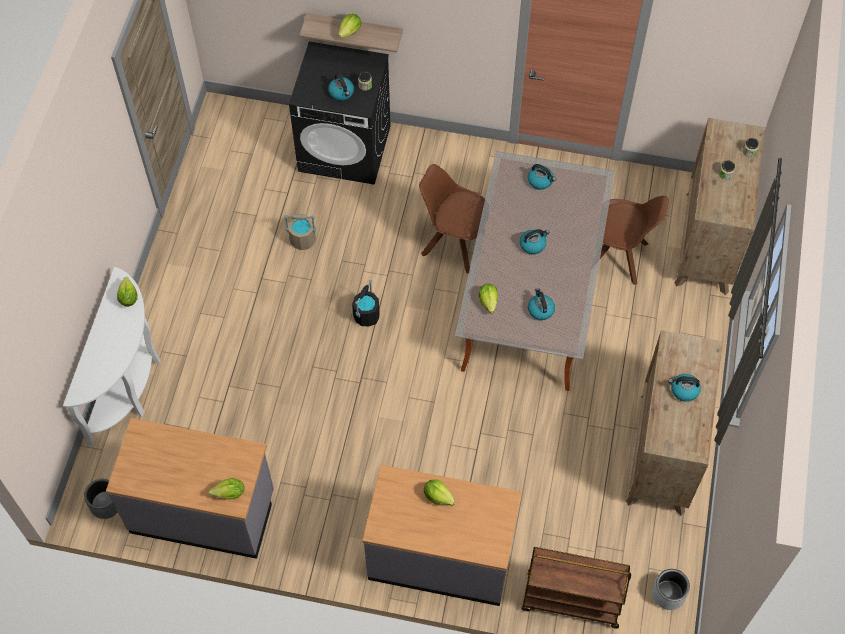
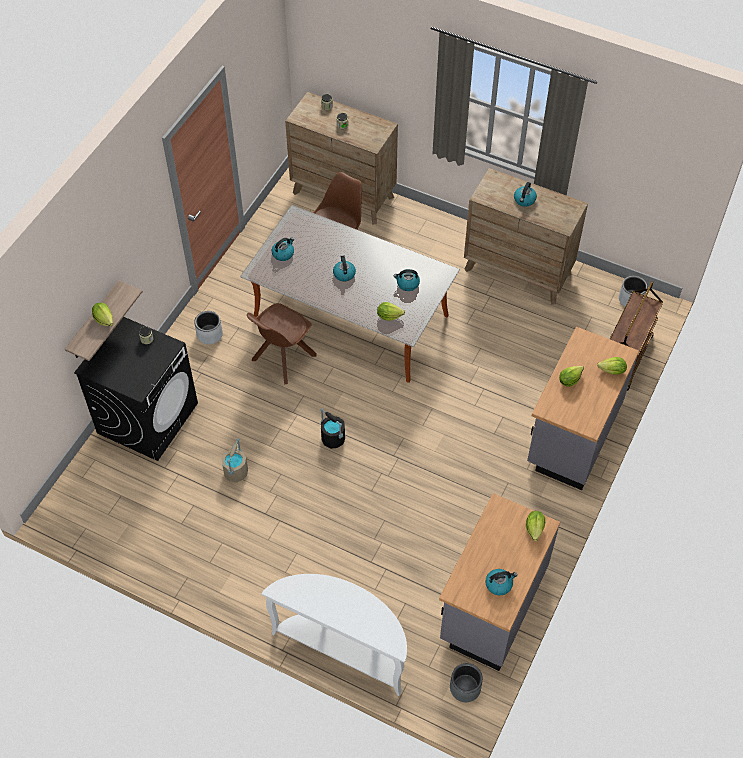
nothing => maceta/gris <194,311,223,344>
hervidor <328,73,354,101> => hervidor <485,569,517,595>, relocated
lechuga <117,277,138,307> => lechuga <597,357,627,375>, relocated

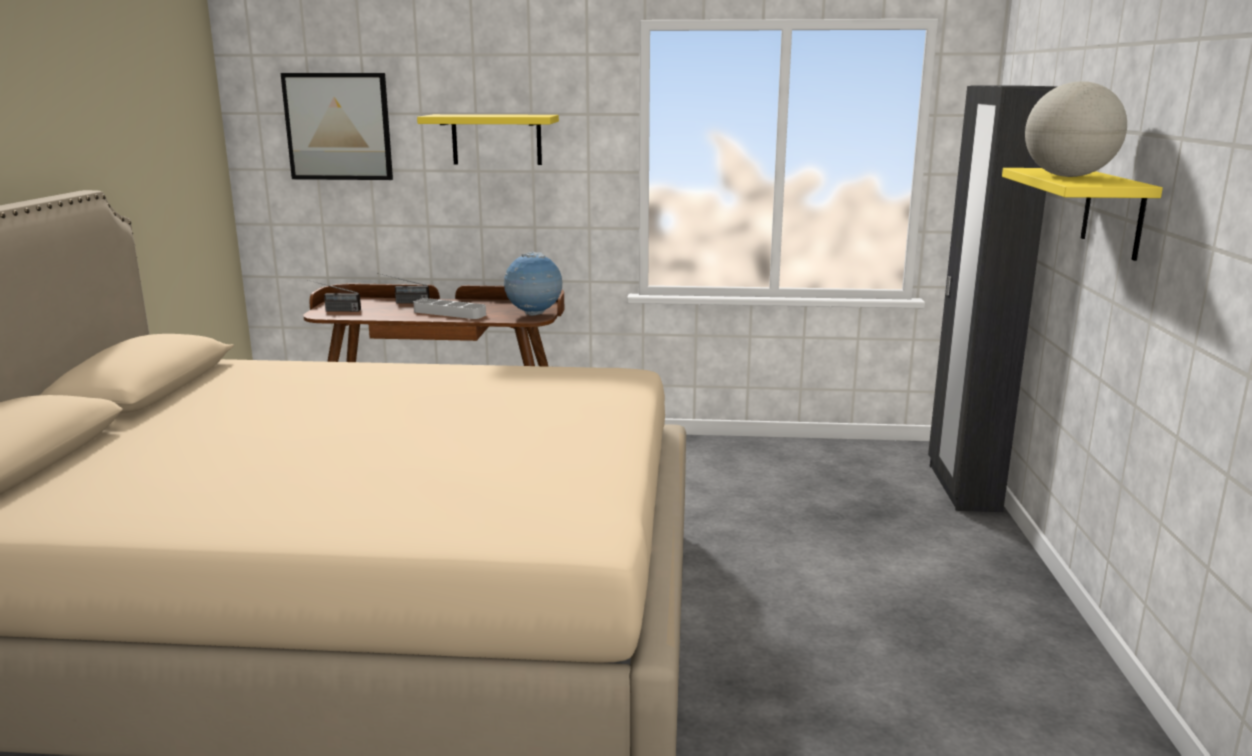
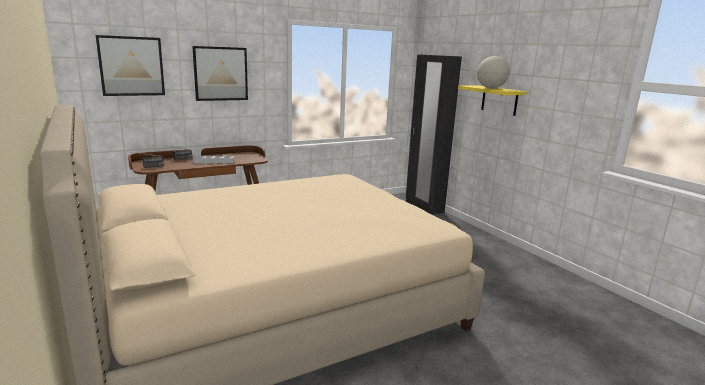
estante/amarillo <417,114,559,165> => cuadro <192,46,248,101>
globo terráqueo <504,252,562,316> => nothing

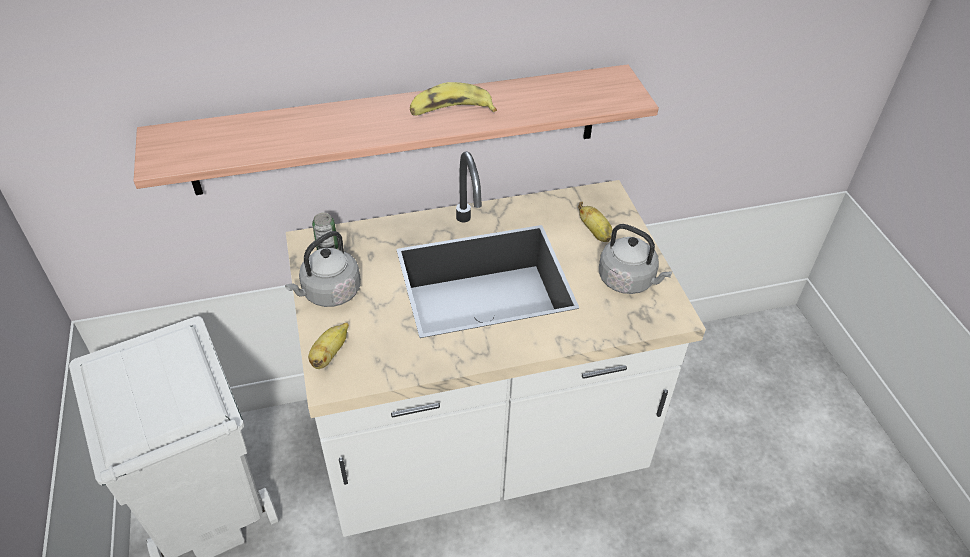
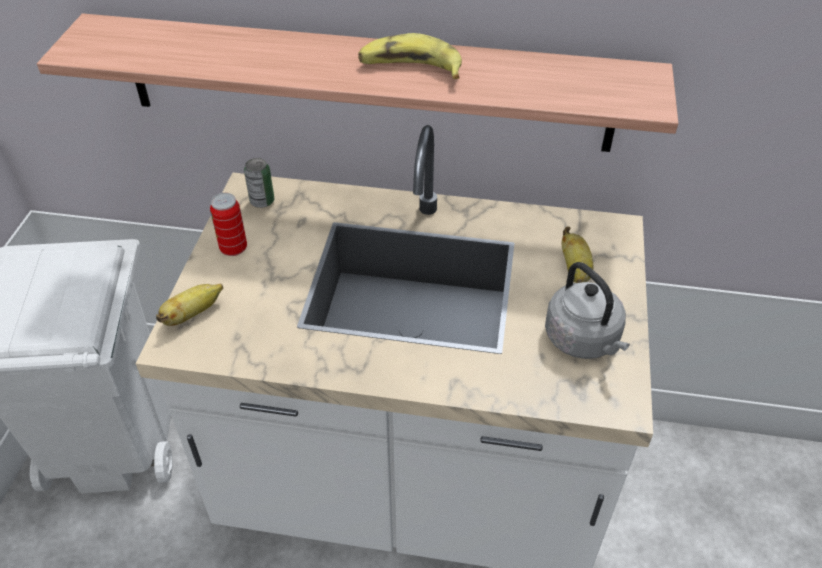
hervidor/gris <285,231,361,307> => lata <210,193,247,256>

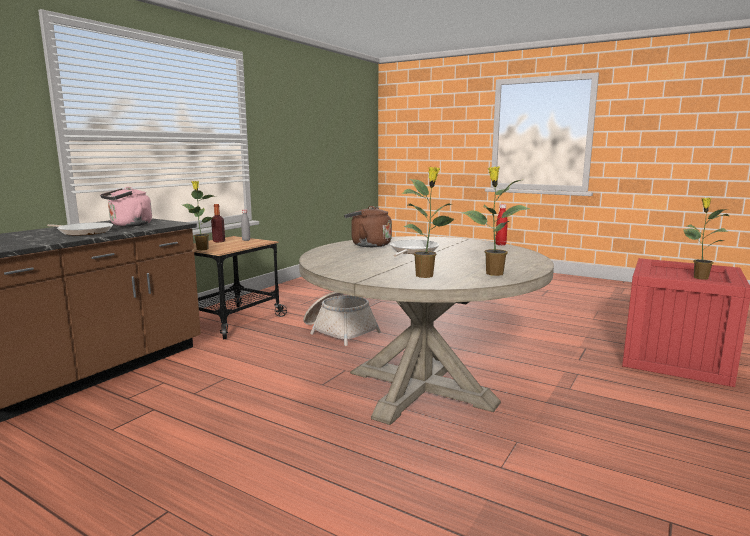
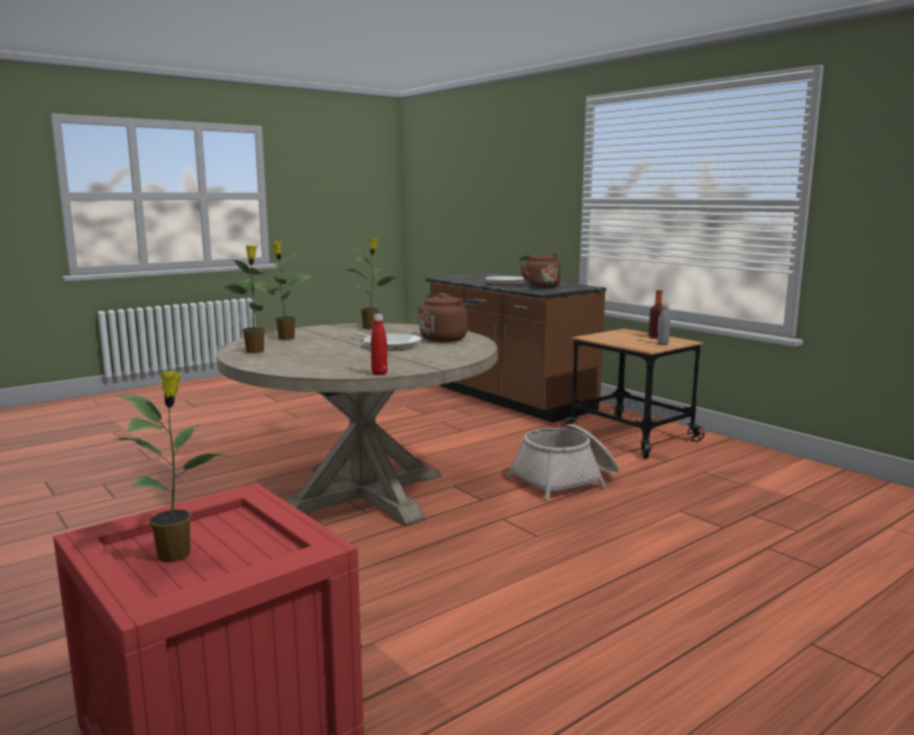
planta en maceta <183,181,216,250> => planta en maceta <346,238,398,330>, relocated
hervidor/rosa <100,187,152,226> => hervidor/marrón <520,252,561,288>

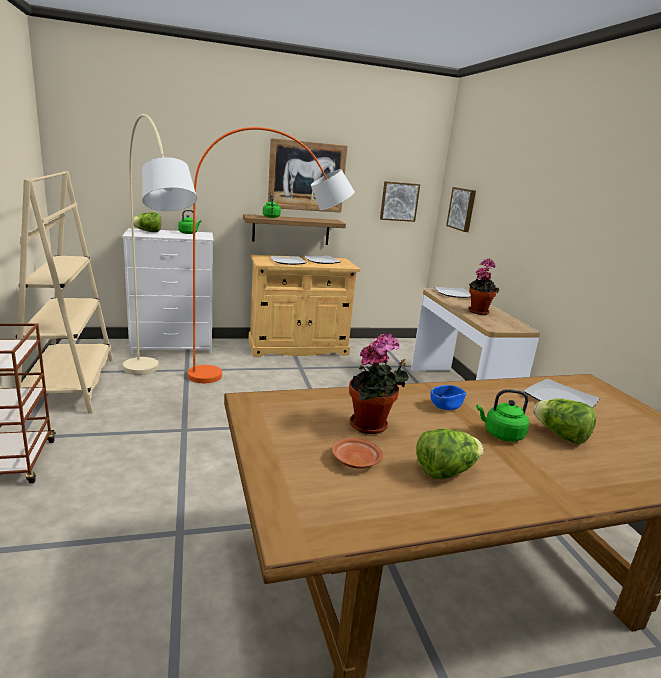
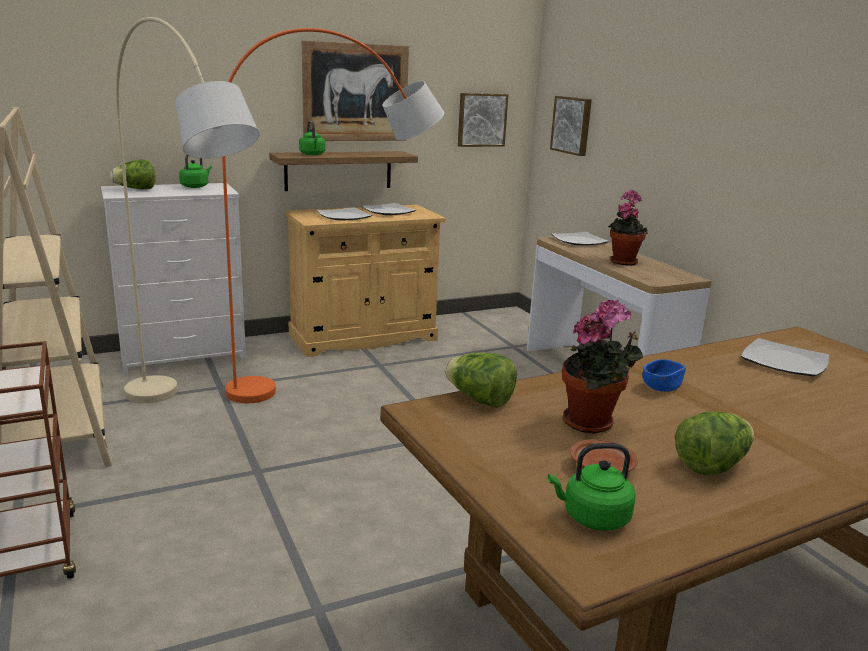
lechuga <533,399,596,445> => lechuga <445,352,517,408>, relocated
hervidor/verde <476,389,529,442> => hervidor/verde <548,443,636,531>, relocated

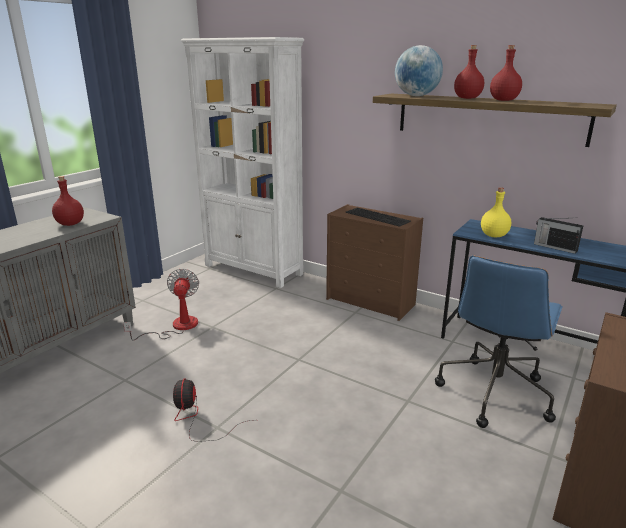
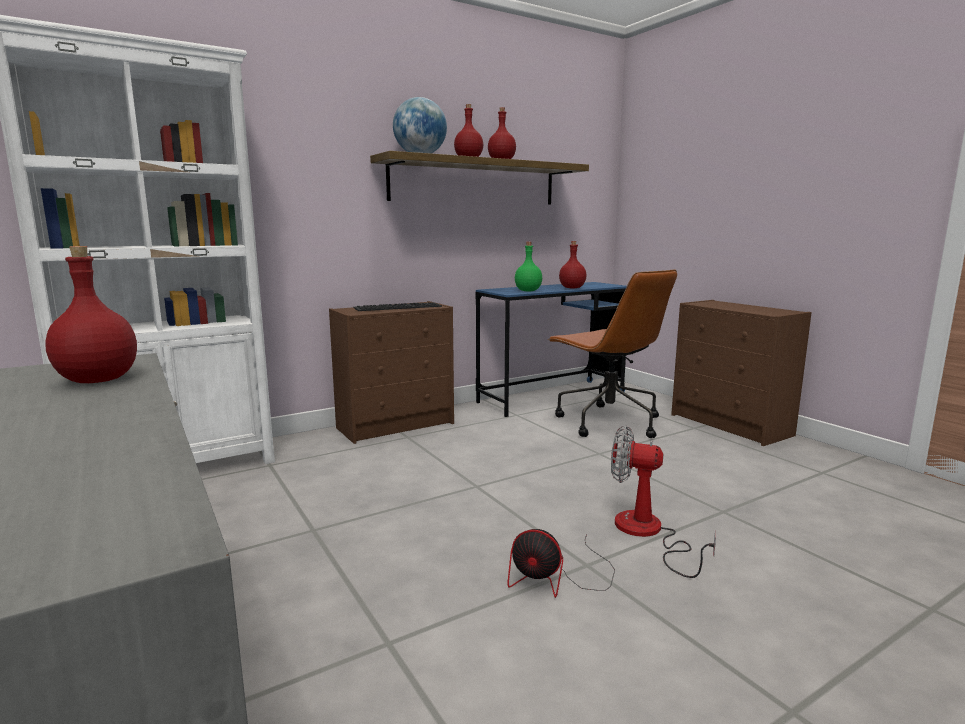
botella/amarillo <481,187,511,238> => botella/verde <515,242,542,291>
silla de oficina/azul <435,255,563,428> => silla de oficina/marrón <548,269,677,438>
radio <534,217,583,254> => botella/rojo <559,241,586,289>
ventilador <123,269,199,341> => ventilador <611,426,716,578>, relocated

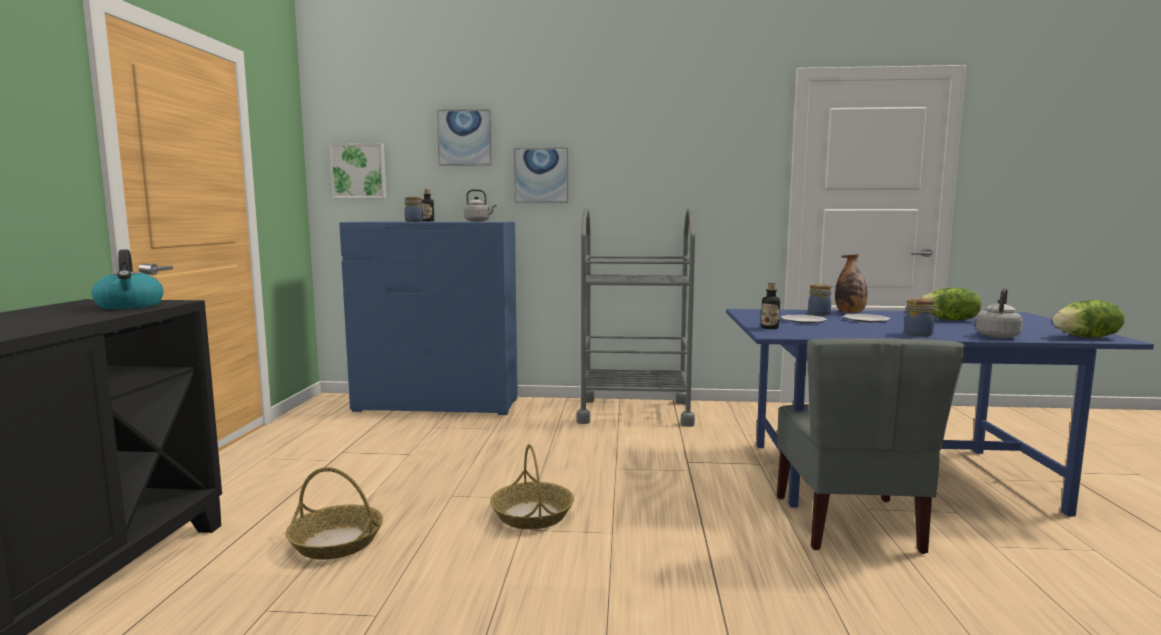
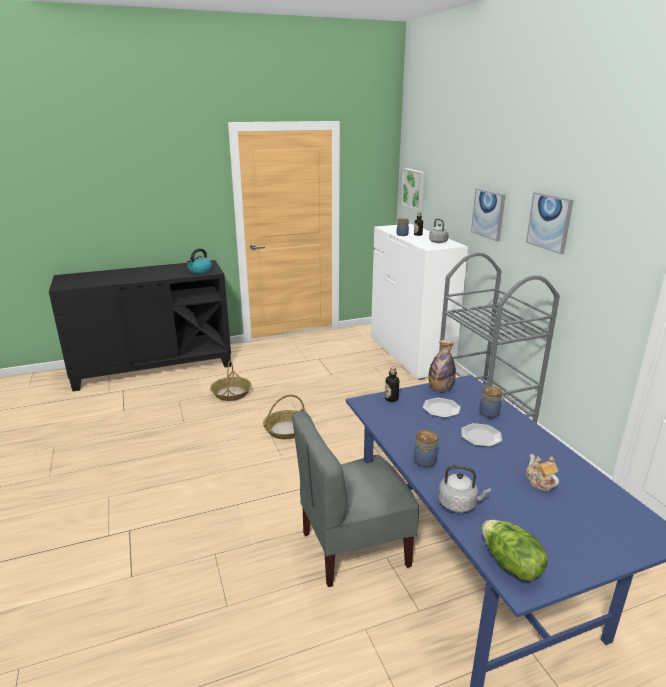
cómoda/azul <339,222,518,415> => cómoda/blanco <371,224,468,380>
botella <835,254,868,313> => botella <429,340,456,391>, relocated
cuadro <437,109,492,166> => cuadro <526,192,573,254>, relocated
lechuga <921,288,981,320> => tetera <526,454,559,491>

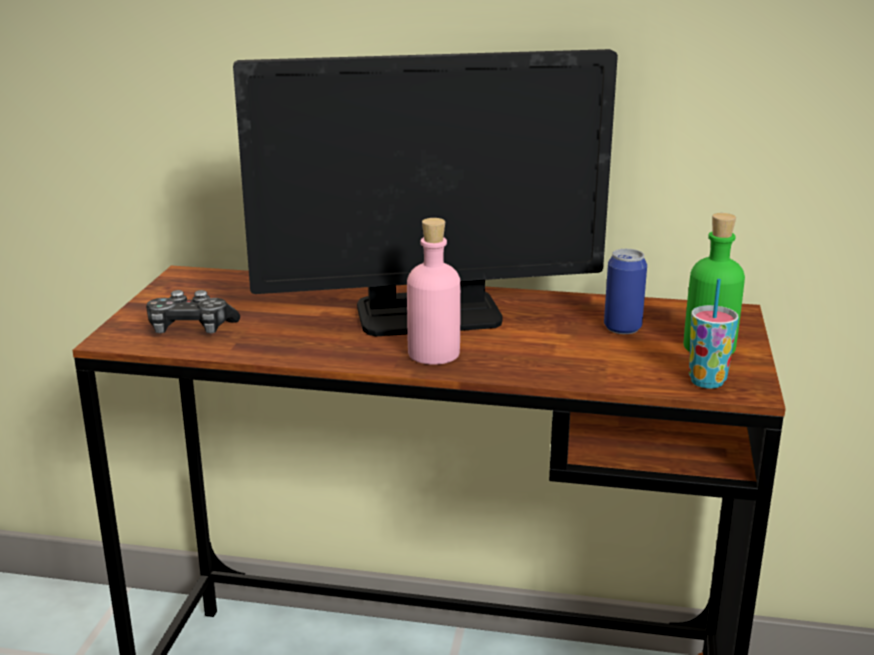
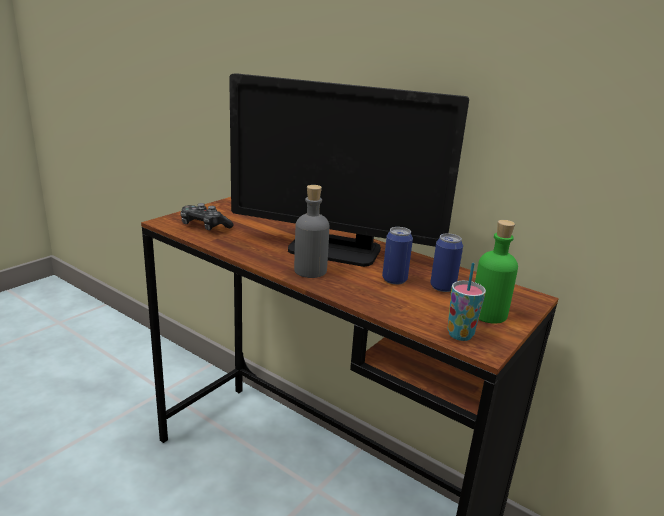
botella/rosa <407,218,461,365> => botella/gris <294,185,330,278>
nothing => lata <382,227,413,284>

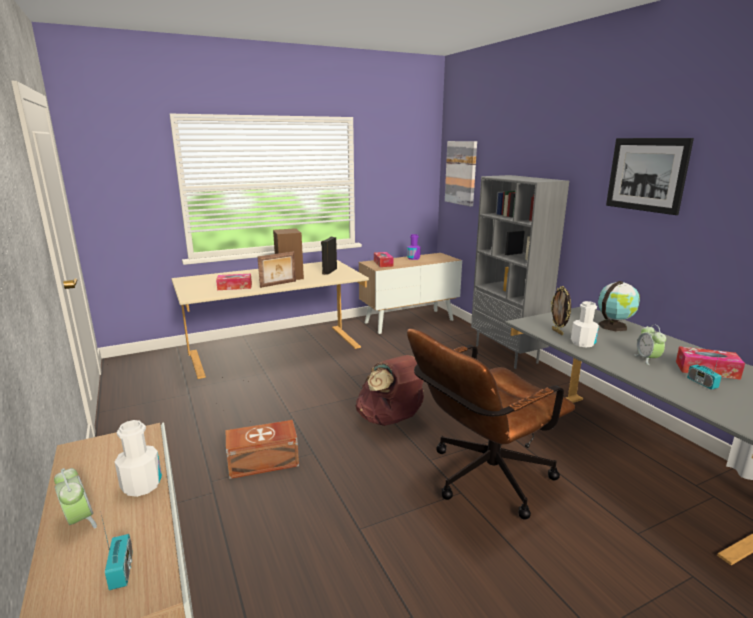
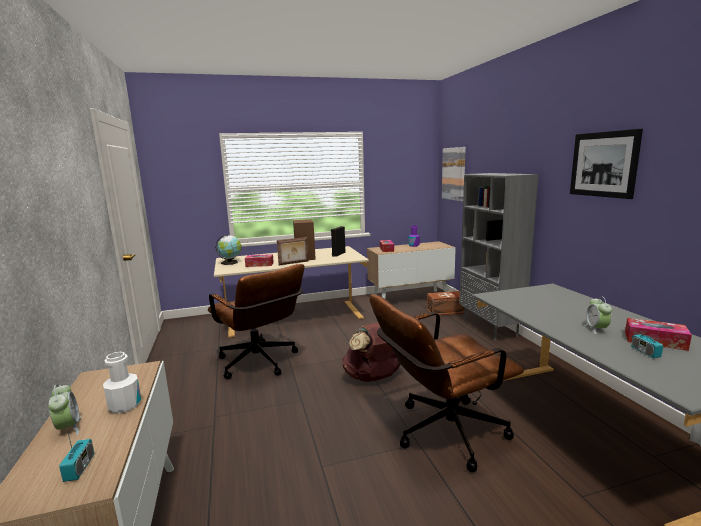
nothing => silla de oficina/marrón <208,264,305,379>
globo terráqueo <598,281,640,332> => globo terráqueo <216,235,242,265>, relocated
caja de almacenaje/marrón <226,420,299,479> => caja de almacenaje/marrón <427,291,467,316>, relocated
portarretratos <551,286,571,335> => nothing
botella/blanco <571,301,599,347> => nothing

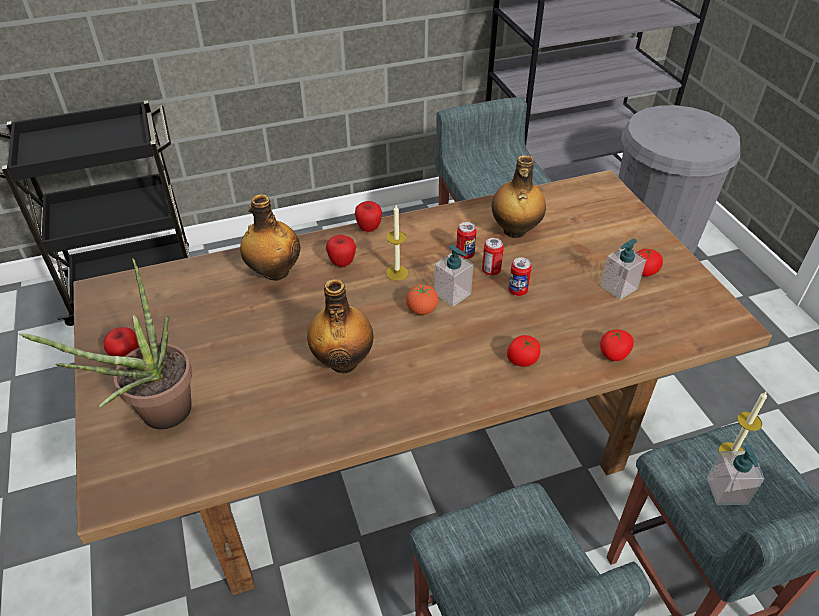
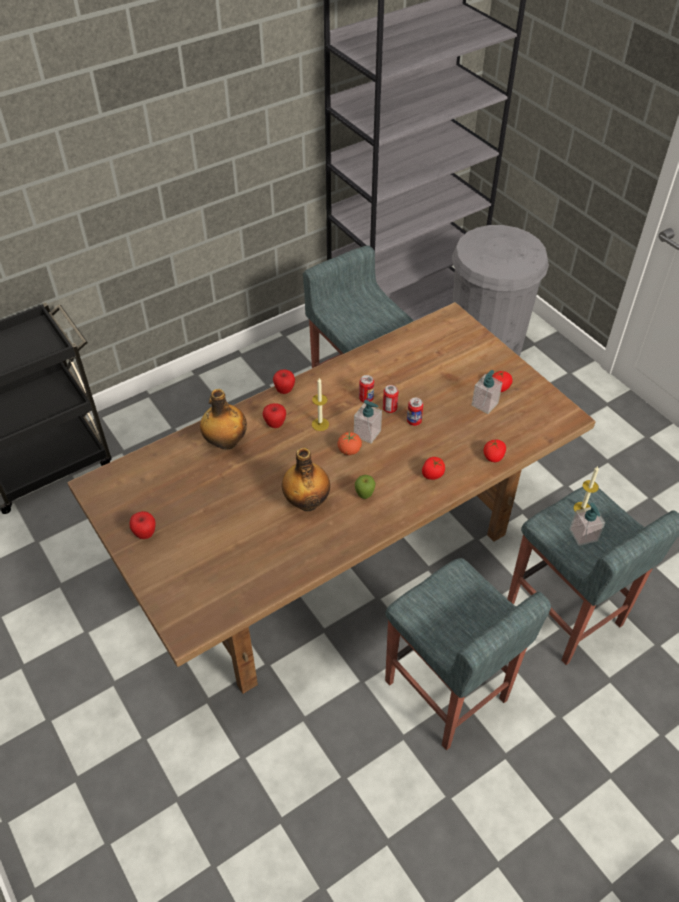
nothing => manzana <355,475,375,499>
planta en maceta <19,258,192,429> => nothing
botella <492,155,546,238> => nothing

